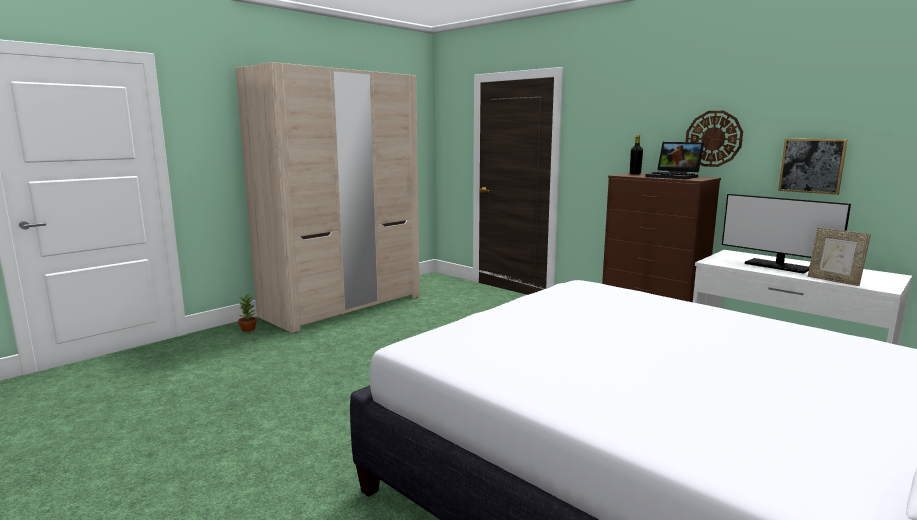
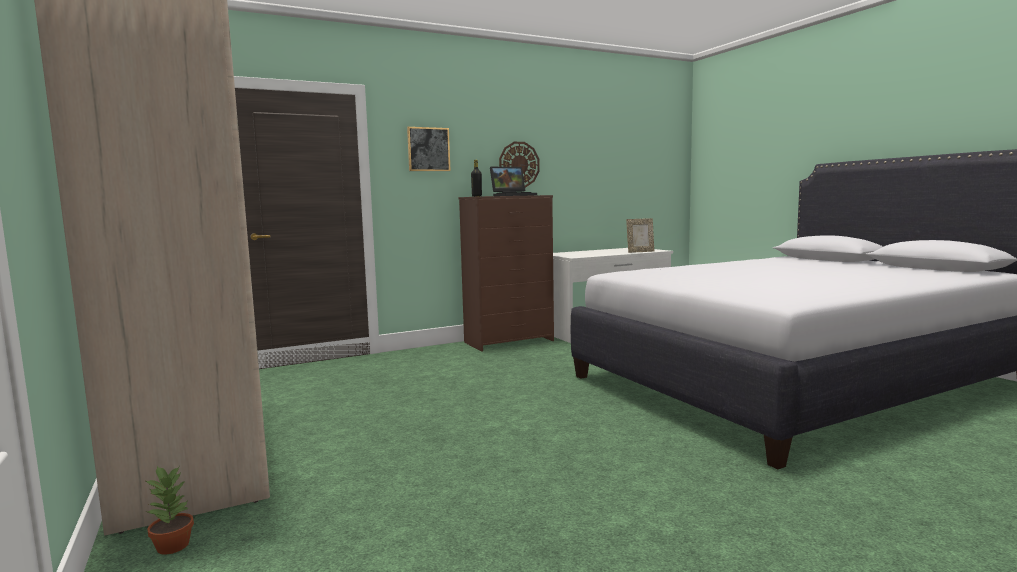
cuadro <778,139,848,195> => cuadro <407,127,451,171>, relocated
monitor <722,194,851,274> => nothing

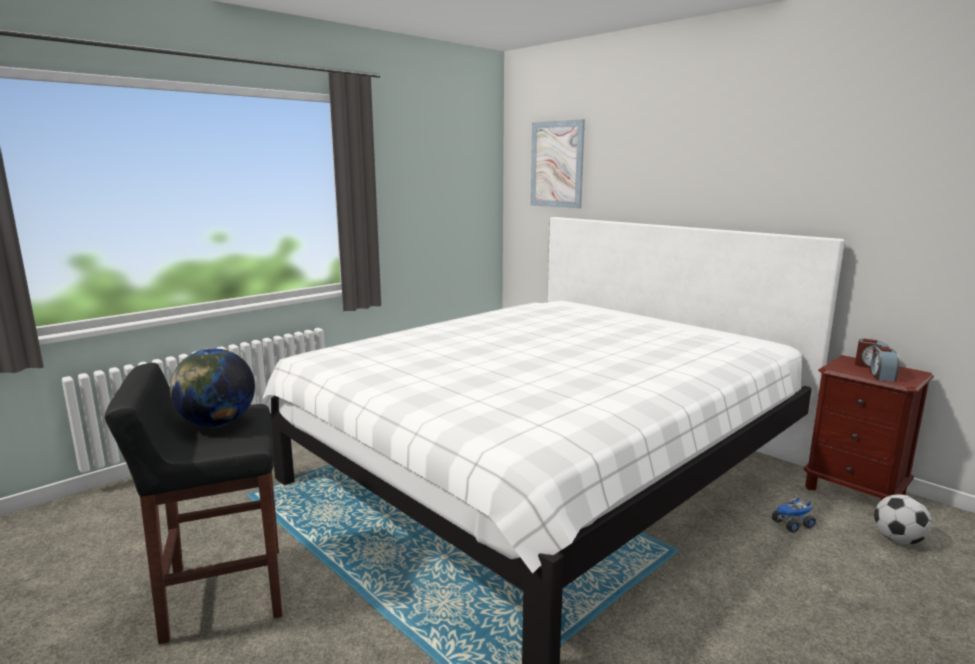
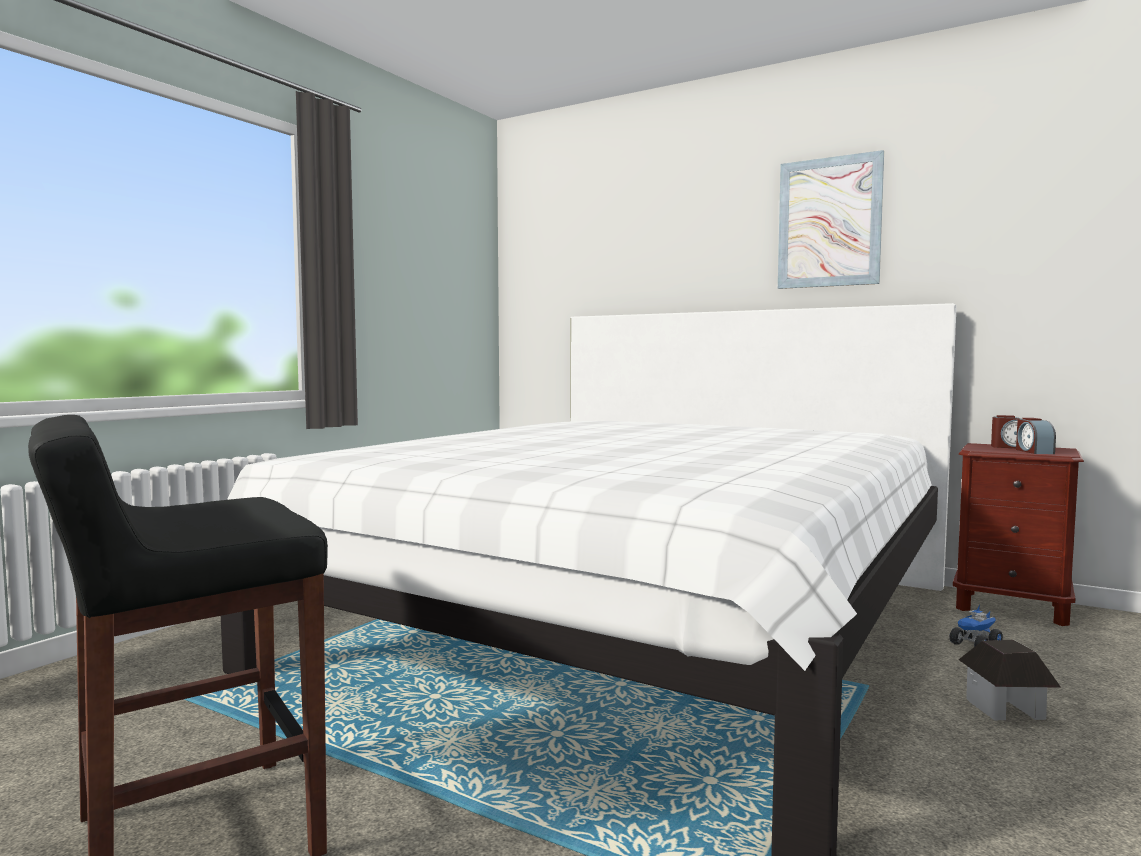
cuadro <531,119,585,208> => cuadro <778,150,884,289>, relocated
nothing => casita <958,640,1061,720>
globo terráqueo <170,348,255,427> => nothing
balón de fútbol <874,494,932,544> => nothing

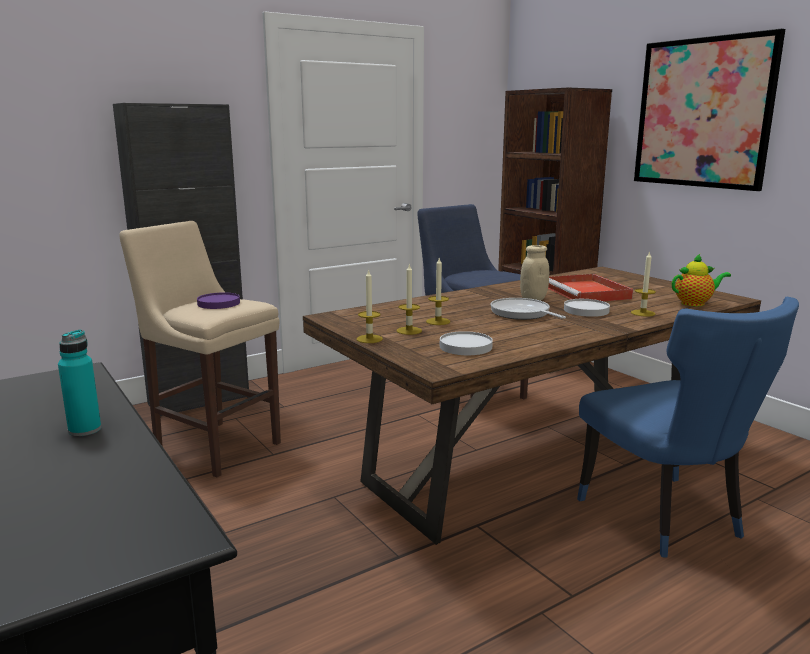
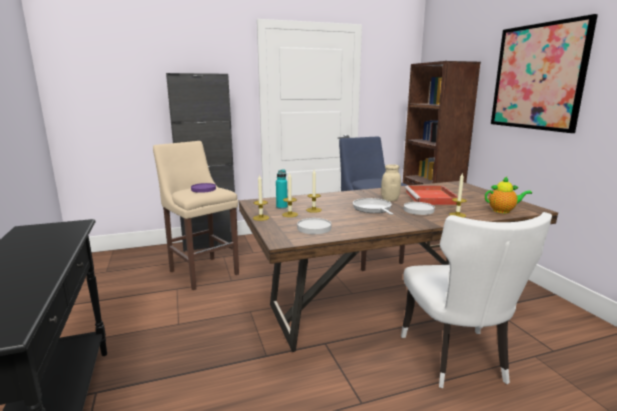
botella/turquesa <58,330,101,436> => botella/turquesa <276,169,288,209>, relocated
silla/azul <577,297,799,558> => silla/blanco <401,212,552,388>

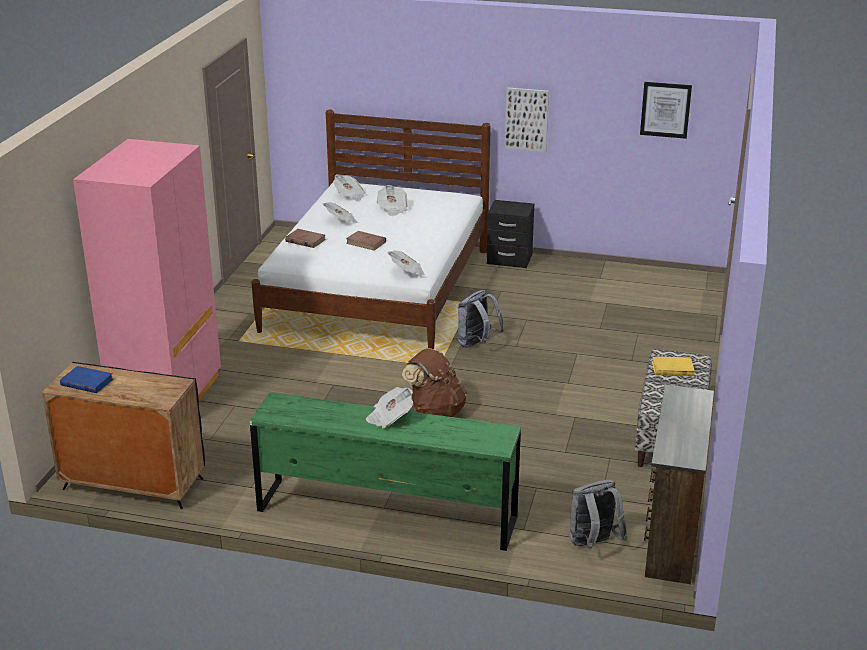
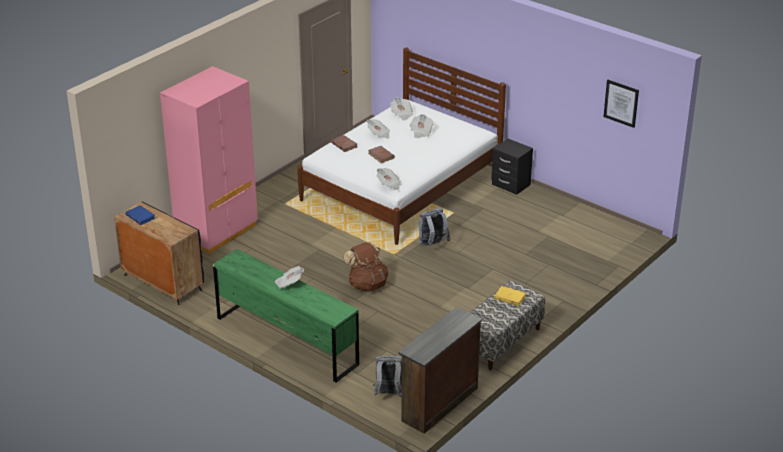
cuadro <505,87,549,152> => nothing

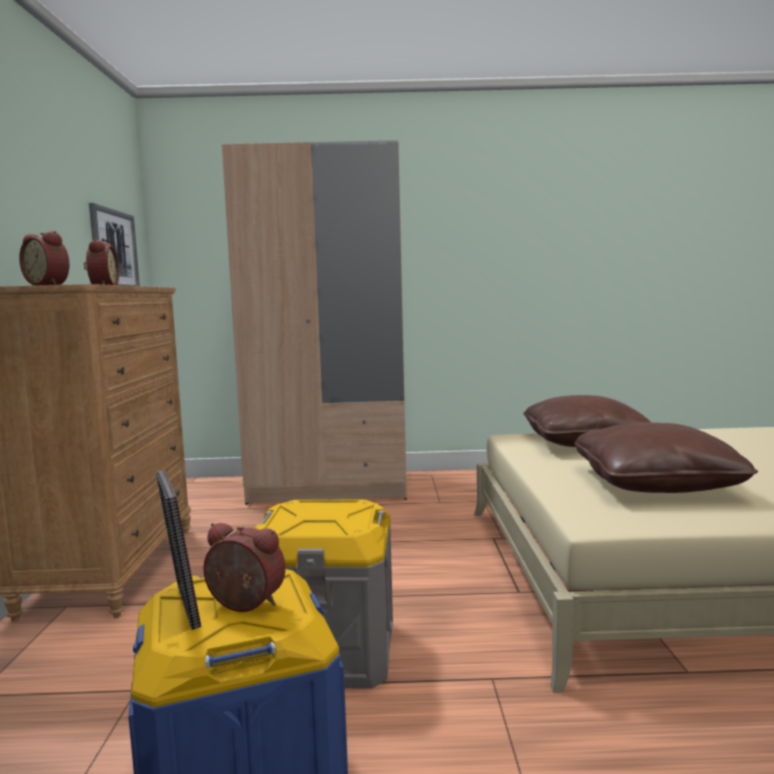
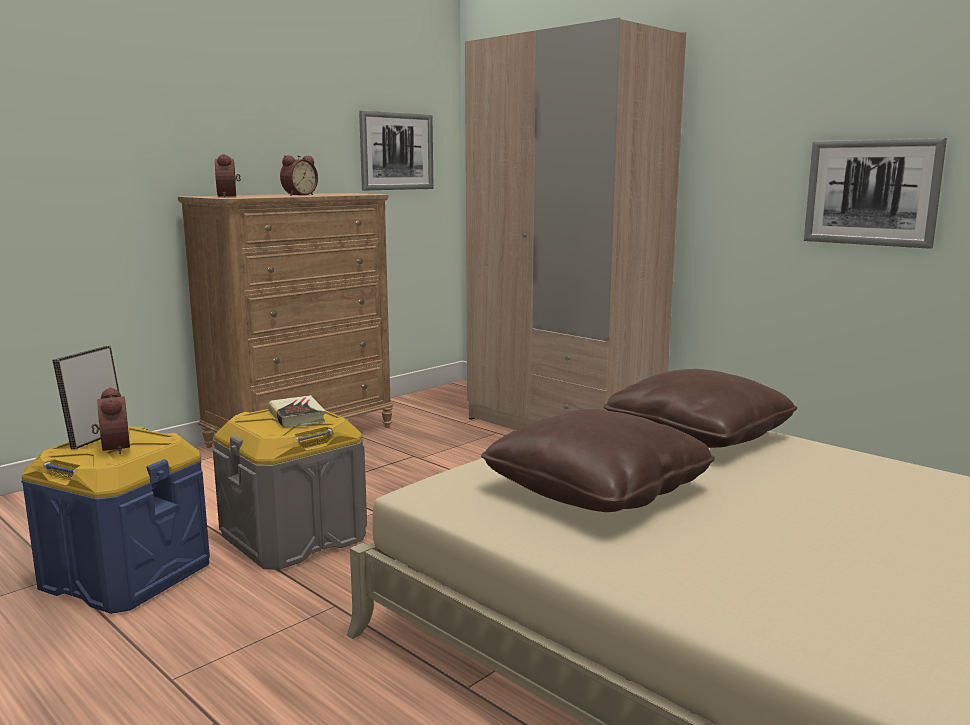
nothing => libro <268,395,326,428>
nothing => cuadro <804,138,947,249>

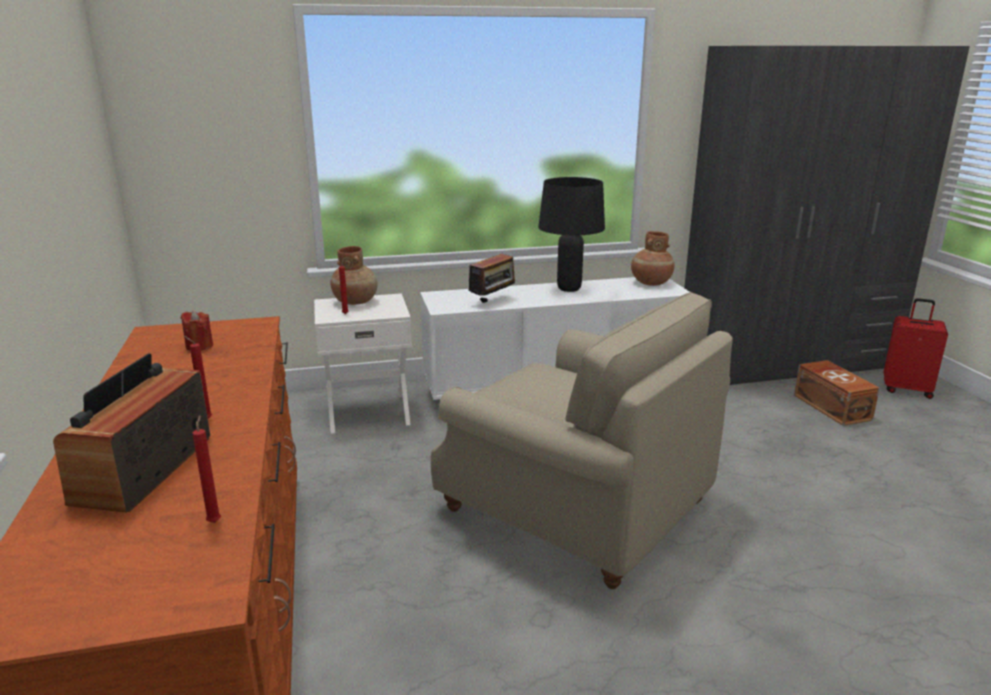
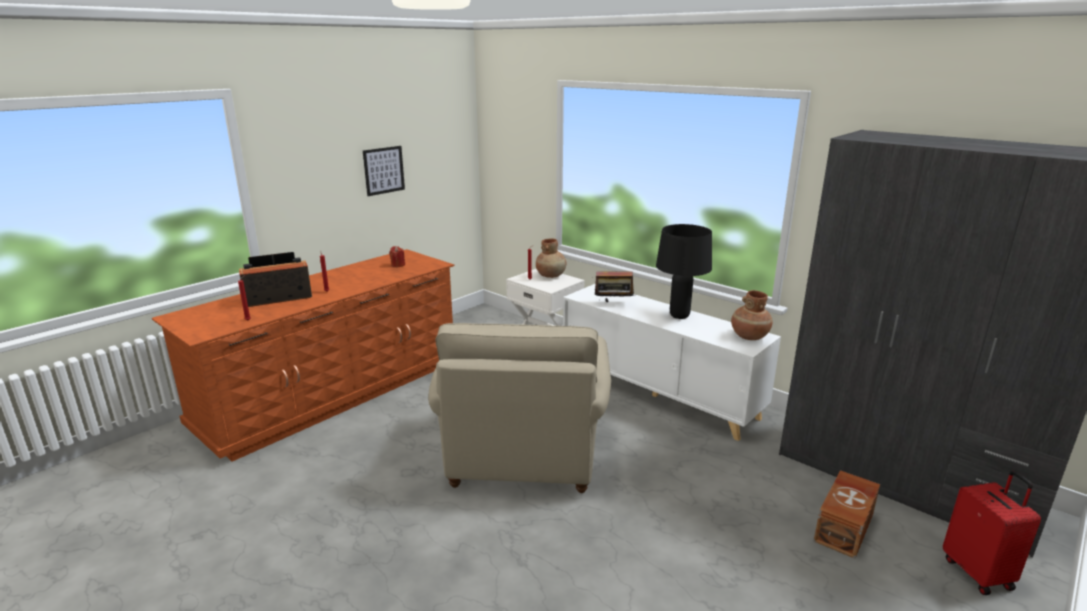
nothing => cuadro <363,146,405,196>

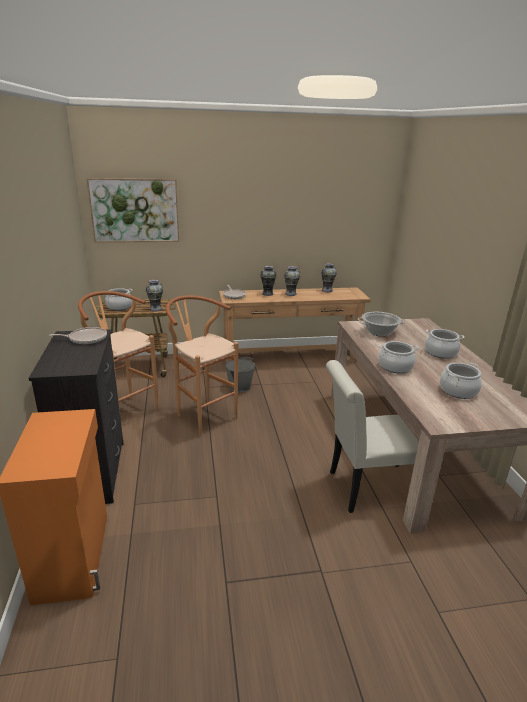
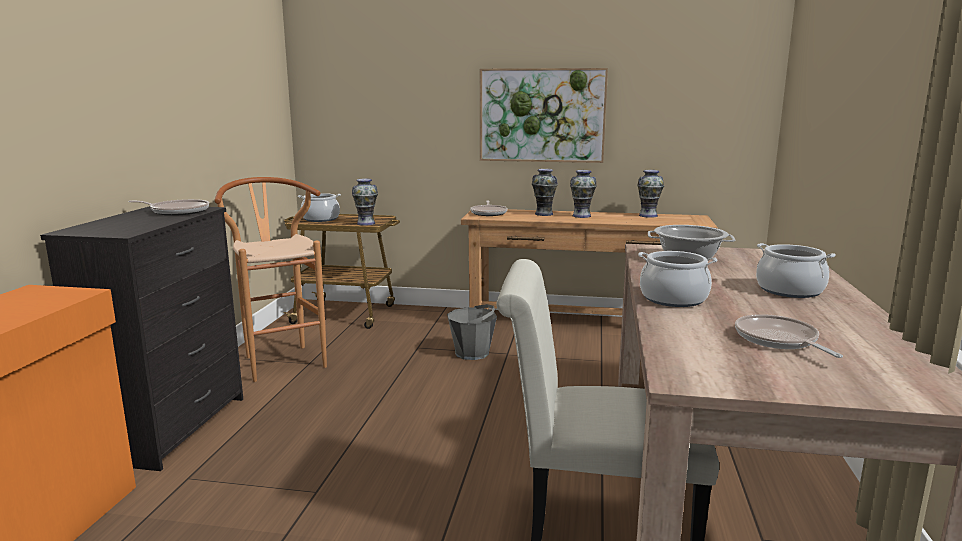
cuadro <86,178,179,243> => cuadro <480,68,608,163>, relocated
olla <440,363,482,399> => sartén <735,314,843,358>
taburete/marrón <166,295,238,436> => nothing

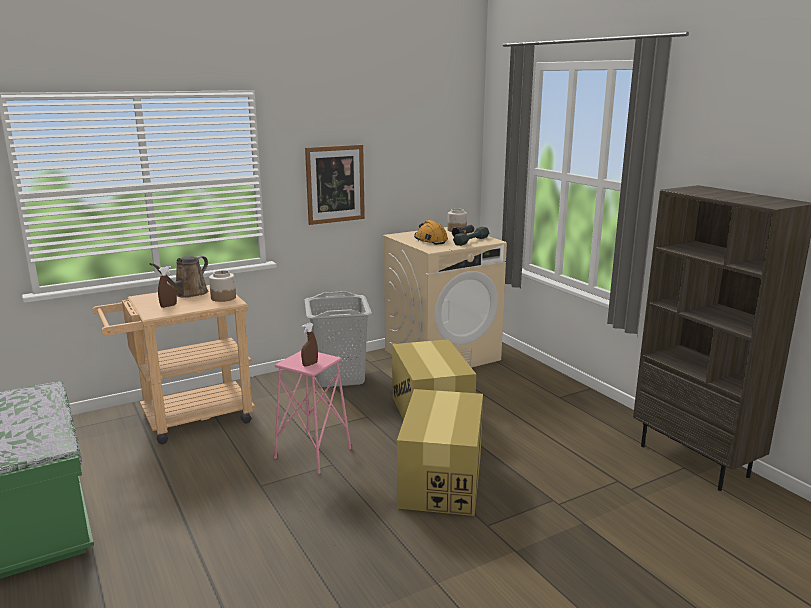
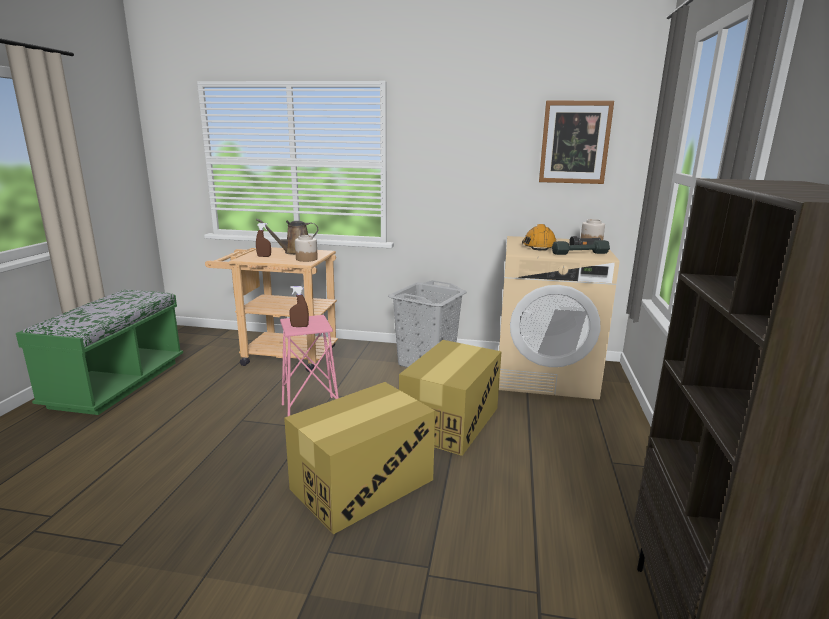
cuadro <305,145,365,225> => cuadro <539,101,614,184>, relocated

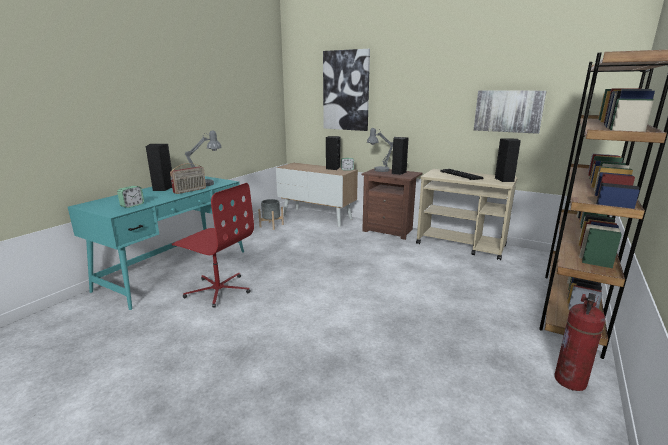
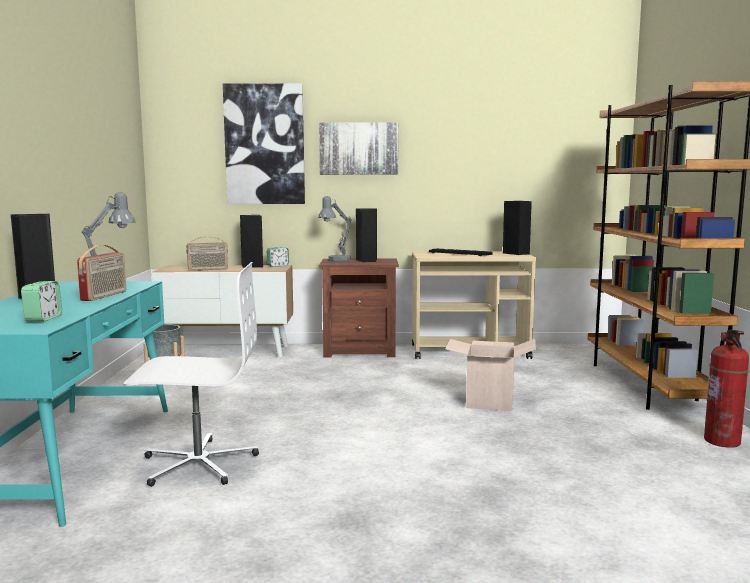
silla de oficina/rojo <172,183,254,308> => silla de oficina/blanco <124,262,259,487>
nothing => radio <187,237,228,271>
cuadro <474,90,547,134> => cuadro <319,123,399,175>, relocated
nothing => caja de cartón <446,339,536,411>

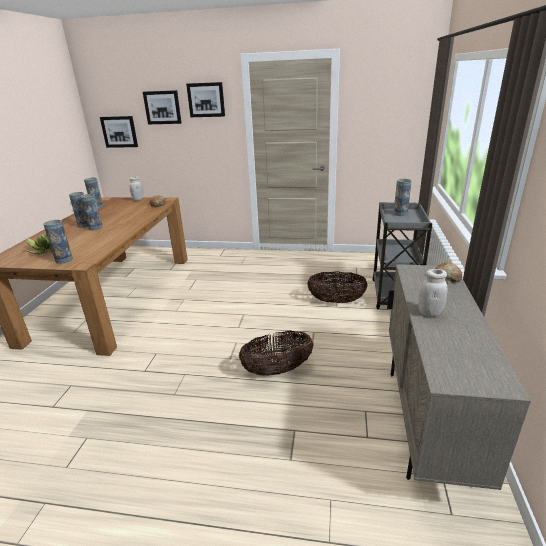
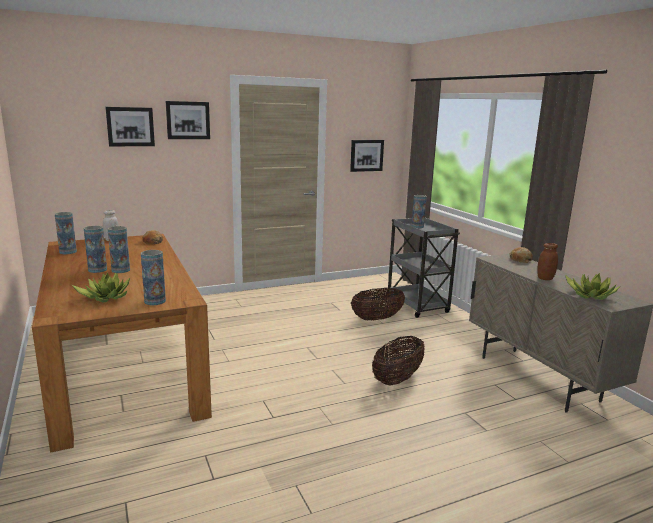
cuadro <100,116,138,148> => cuadro <350,140,384,172>, relocated
tarro/blanco <418,269,447,317> => tarro/marrón <537,243,558,280>
nothing => planta en maceta <565,273,620,300>

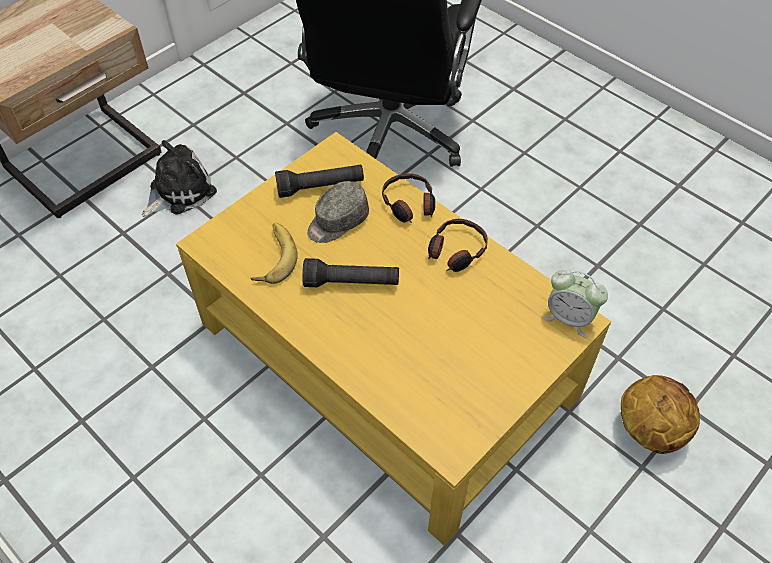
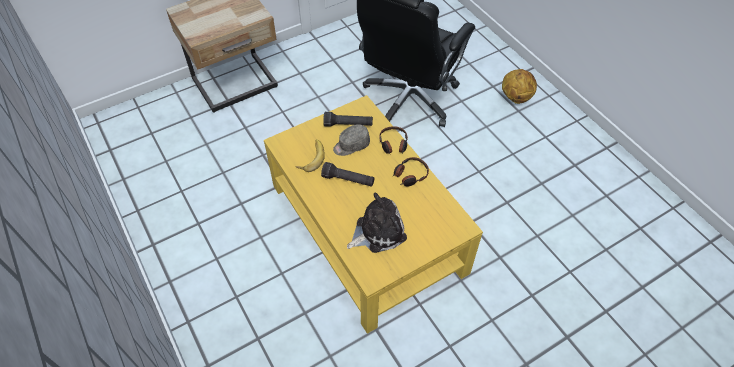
peluche <142,140,217,217> => peluche <347,193,407,253>, relocated
balón de baloncesto <621,375,700,454> => balón de baloncesto <502,69,537,104>, relocated
despertador <543,270,608,337> => nothing

